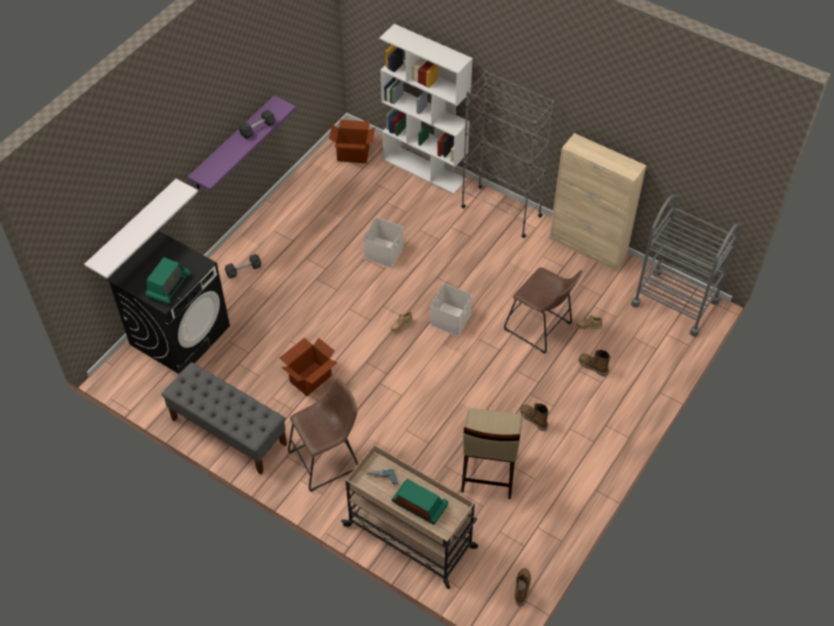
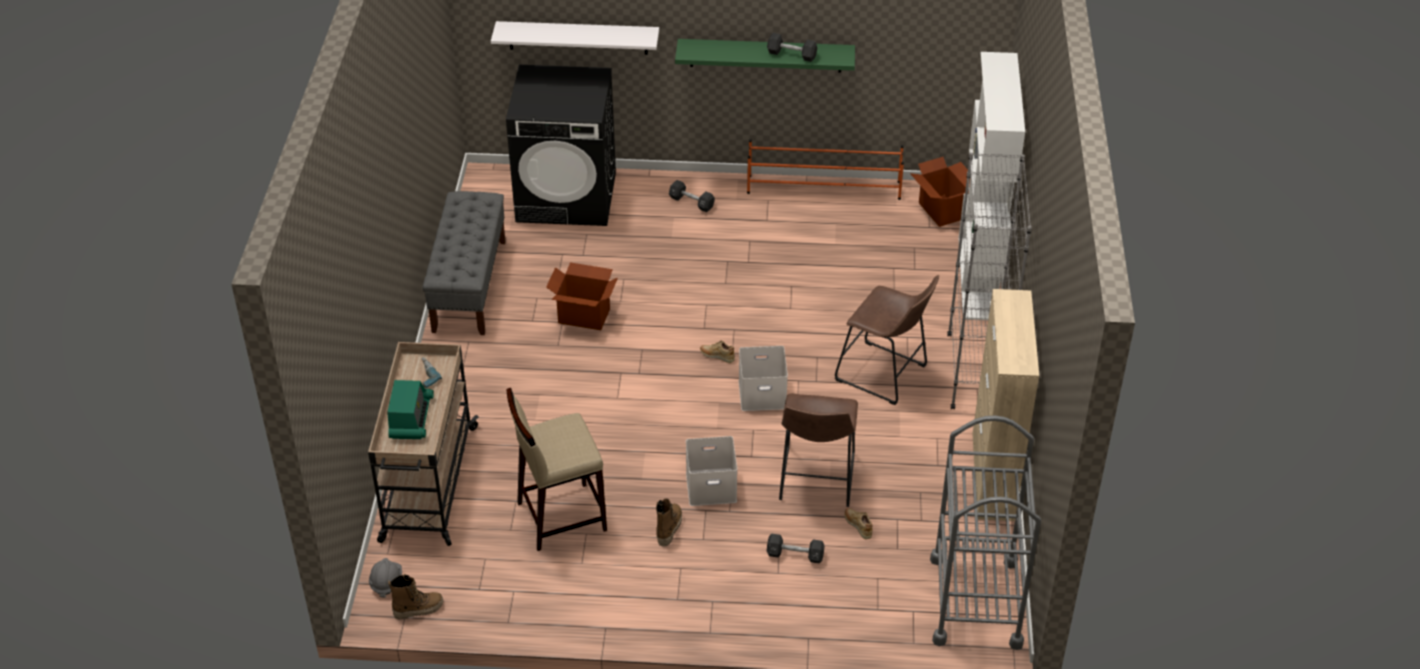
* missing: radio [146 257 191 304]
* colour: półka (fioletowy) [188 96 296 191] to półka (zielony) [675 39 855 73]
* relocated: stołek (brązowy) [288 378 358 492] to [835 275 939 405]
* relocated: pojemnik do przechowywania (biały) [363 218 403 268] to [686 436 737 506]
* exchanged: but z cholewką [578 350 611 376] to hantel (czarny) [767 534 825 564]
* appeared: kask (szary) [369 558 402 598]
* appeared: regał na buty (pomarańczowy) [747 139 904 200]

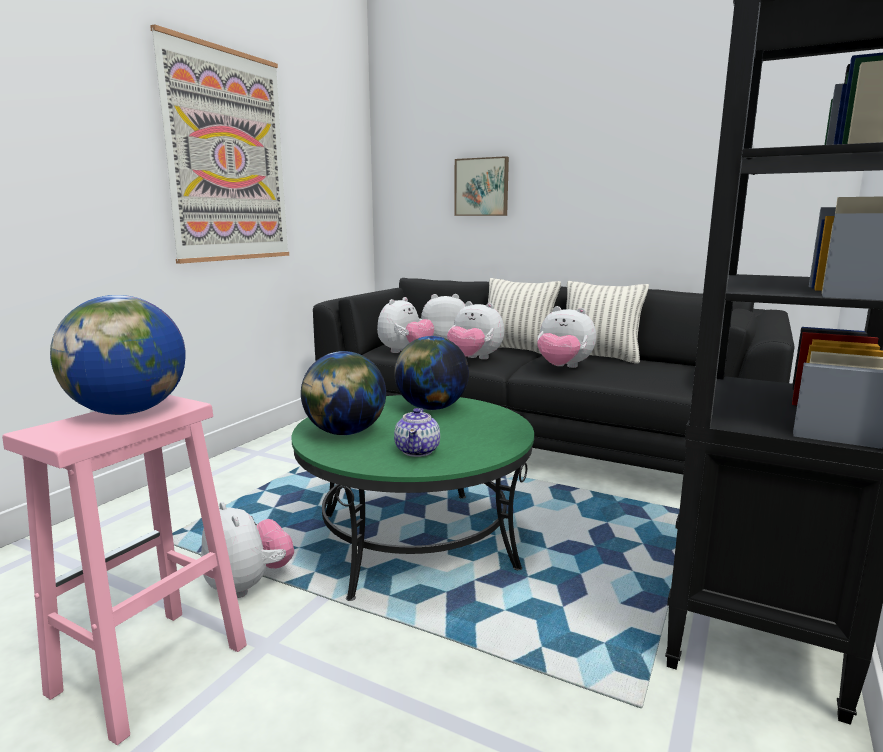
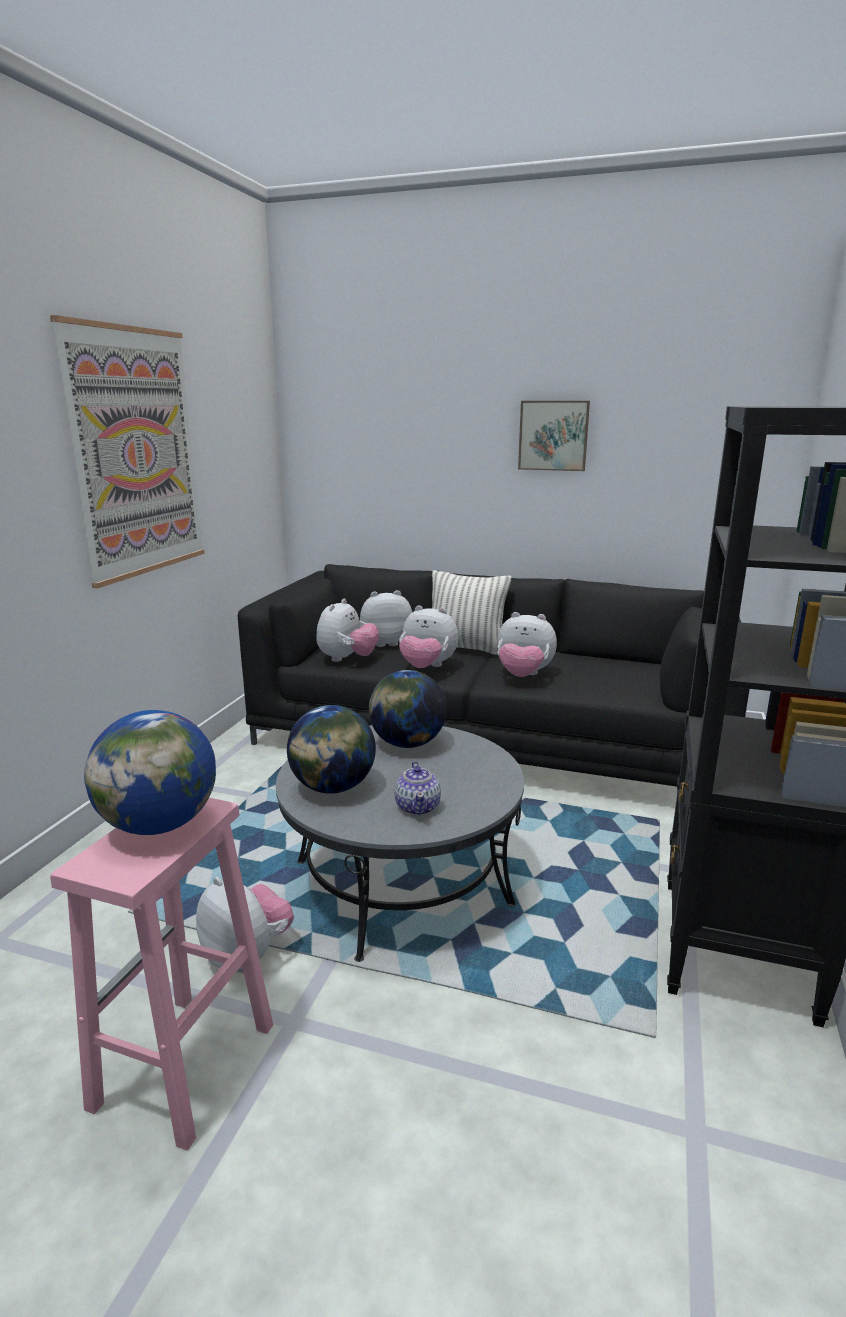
* colour: ława (zielony) [291 395 534 601] to ława (szary) [276 725 524 962]
* relocated: obraz [454 156 509 216] to [518 401 590 471]
* missing: poduszka [566 281 649 364]

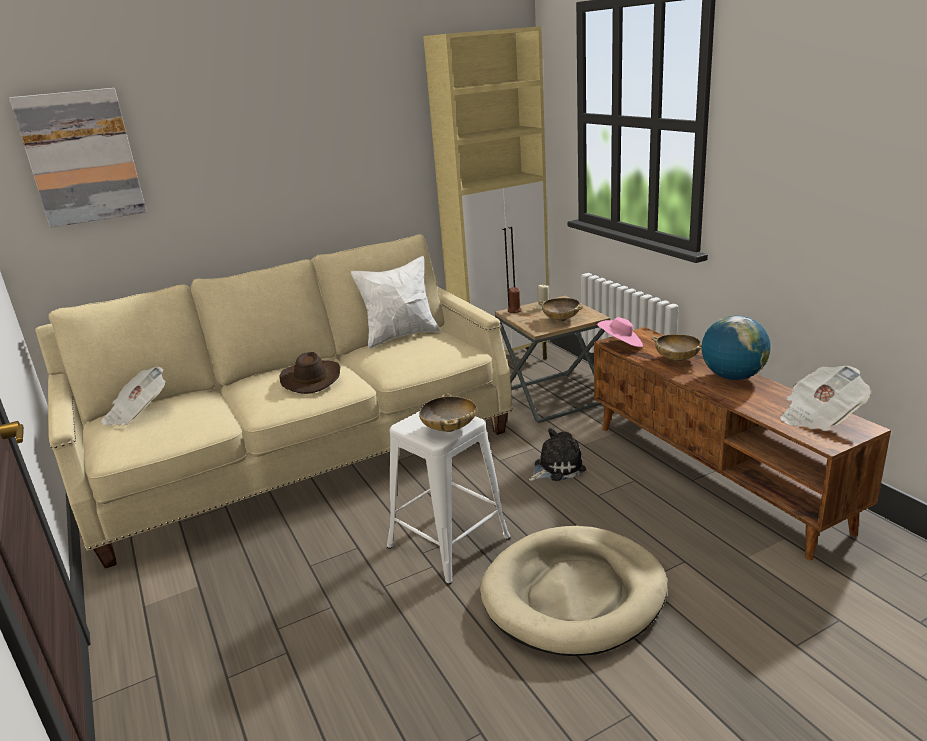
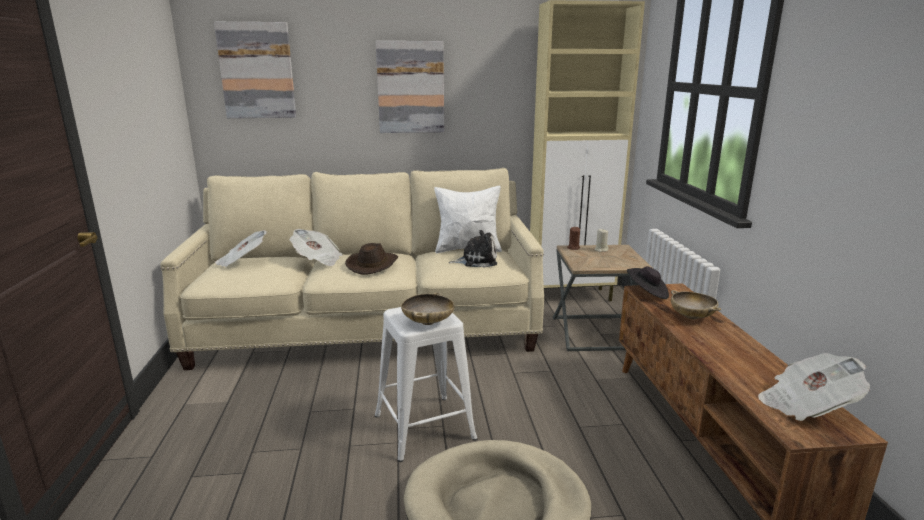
* relocated: pluszak [529 428 586 481] to [449 230 497 268]
* missing: miska (beżowy) [539 298 583 321]
* colour: kapelusz (różowy) [597 317 643 347] to kapelusz (czarny) [627 266 669 299]
* missing: globus [701 315 771 380]
* appeared: gazeta [290 229 343 266]
* appeared: obraz [376 41 444 133]

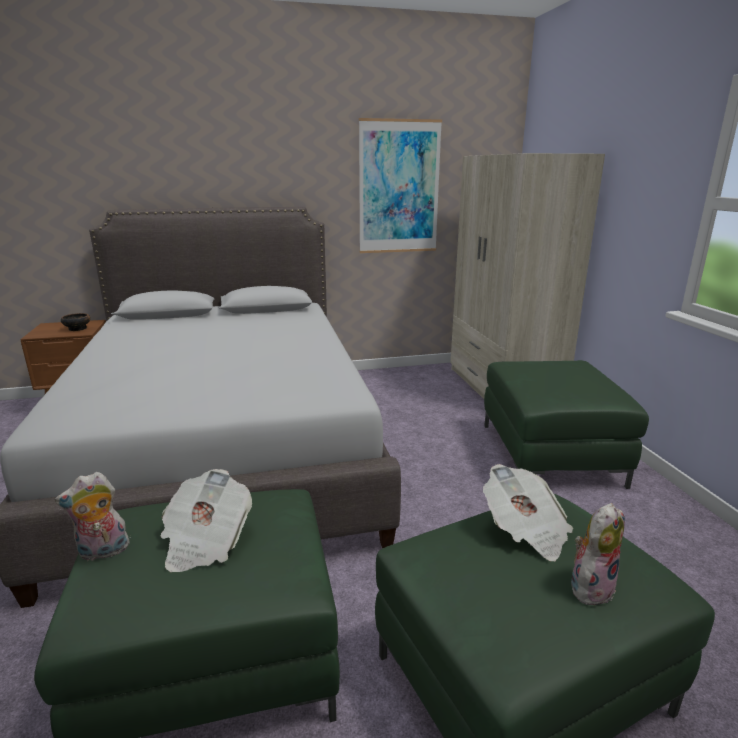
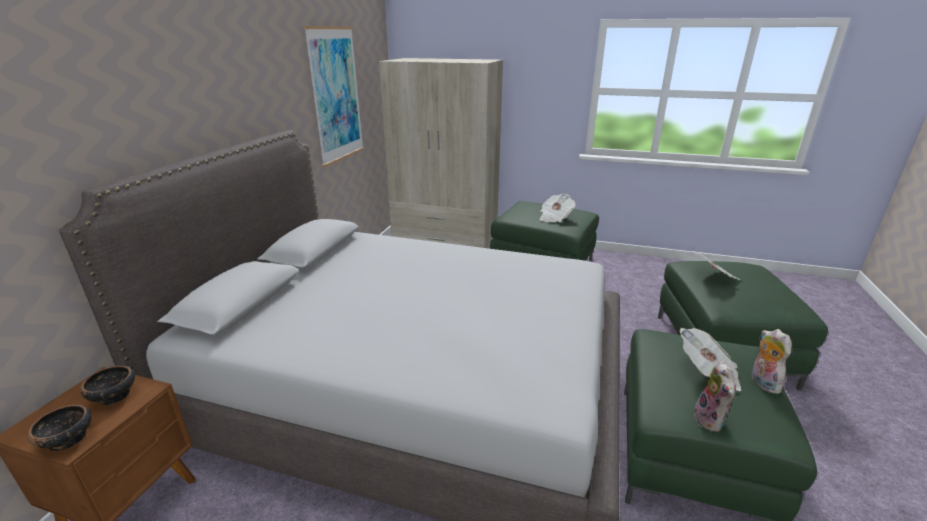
* relocated: pluszak [569 503 625 605] to [752 329 792 394]
* appeared: miska [27 405 92 452]
* appeared: gazeta [540 194 575 222]

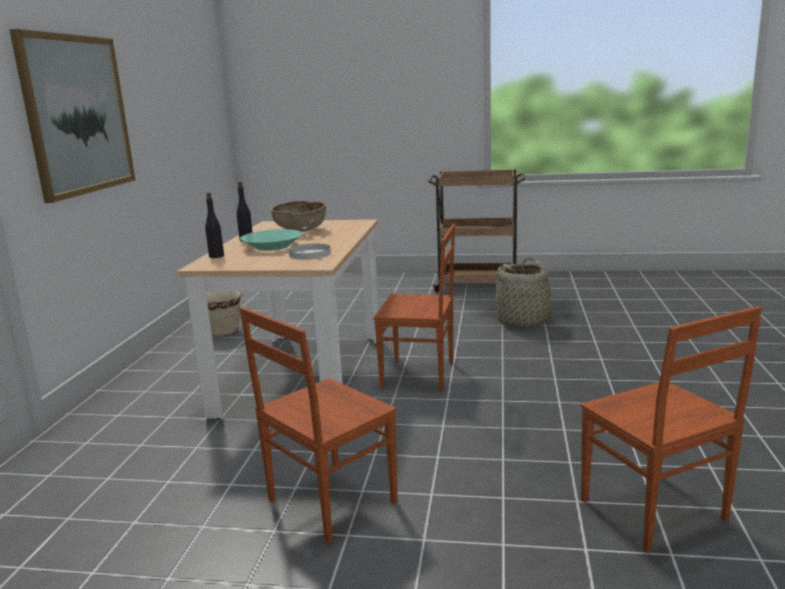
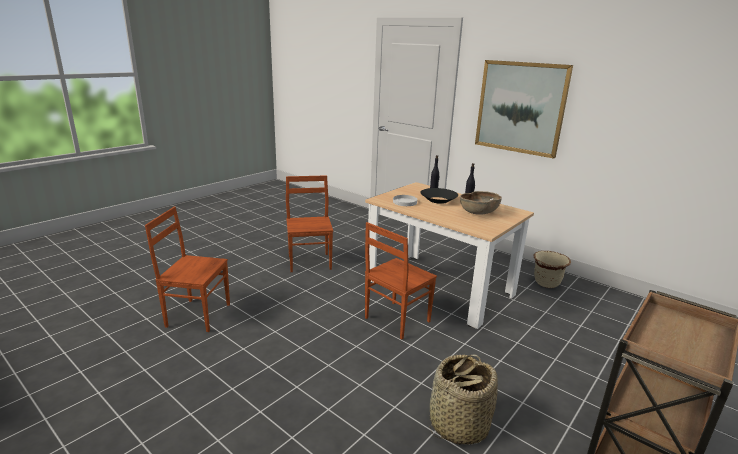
* colour: miska (turkusowy) [240 229 302 251] to miska (czarny) [420 188 458 204]

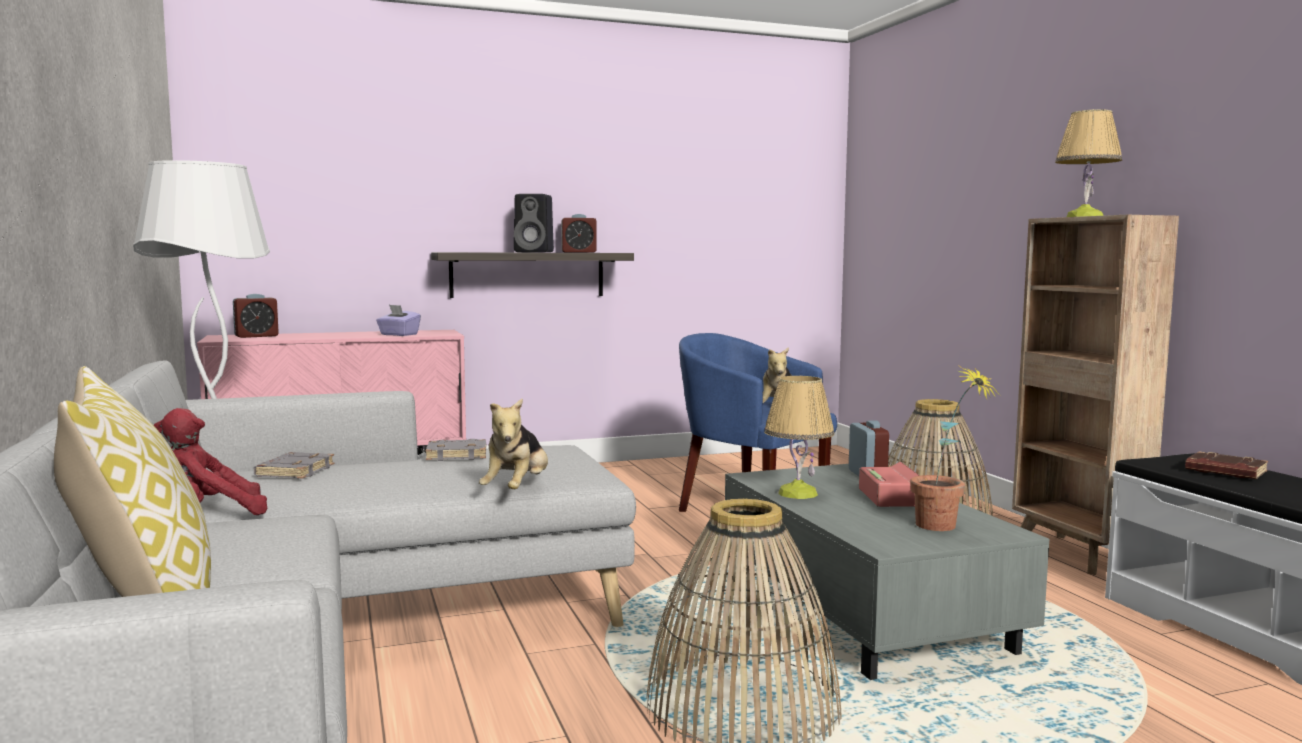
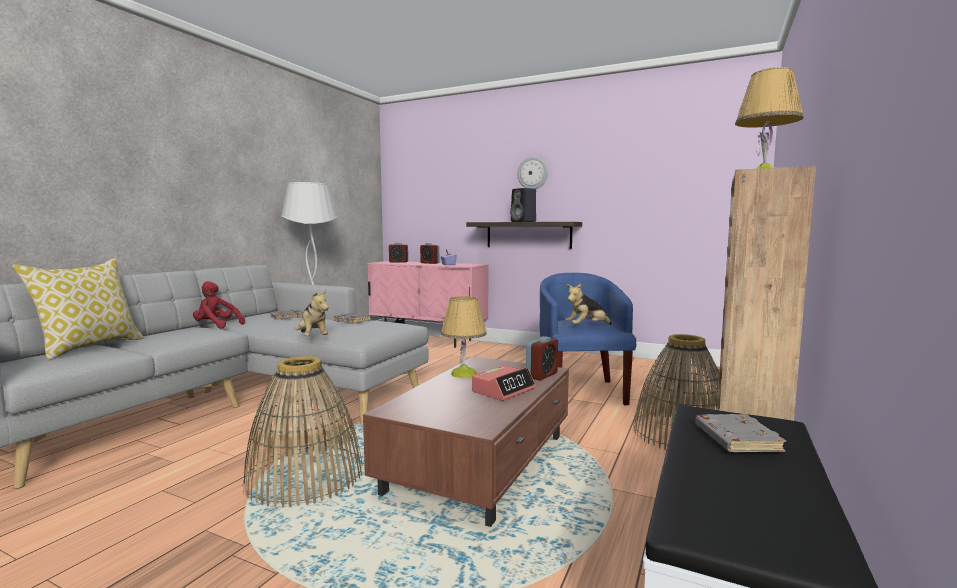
* spun: pluszak [479 398 548 489] = [294 290 329 336] 90 degrees counterclockwise
* relocated: budzik [561 214 597 253] to [420 243 439 264]
* colour: ława (szary) [725 464 1049 680] to ława (brązowy) [363 357 569 527]
* missing: roślina doniczkowa [910 365 1000 531]
* colour: książka (brązowy) [1185 451 1268 479] to książka (szary) [695 414 786 452]
* appeared: zegar ścienny [517 157 548 189]

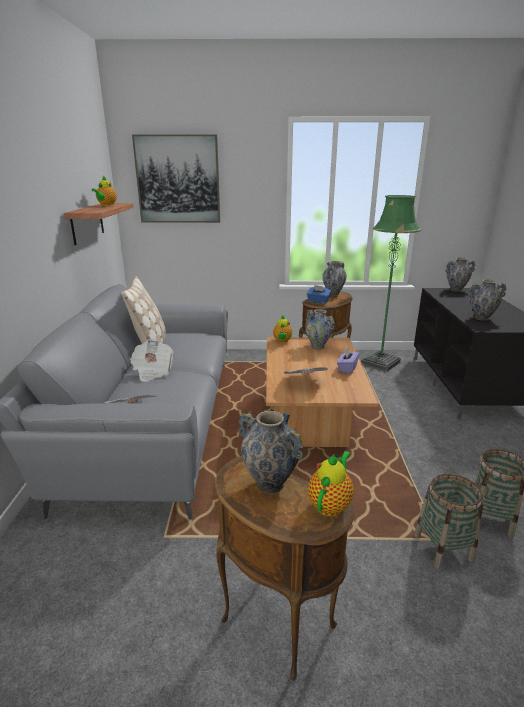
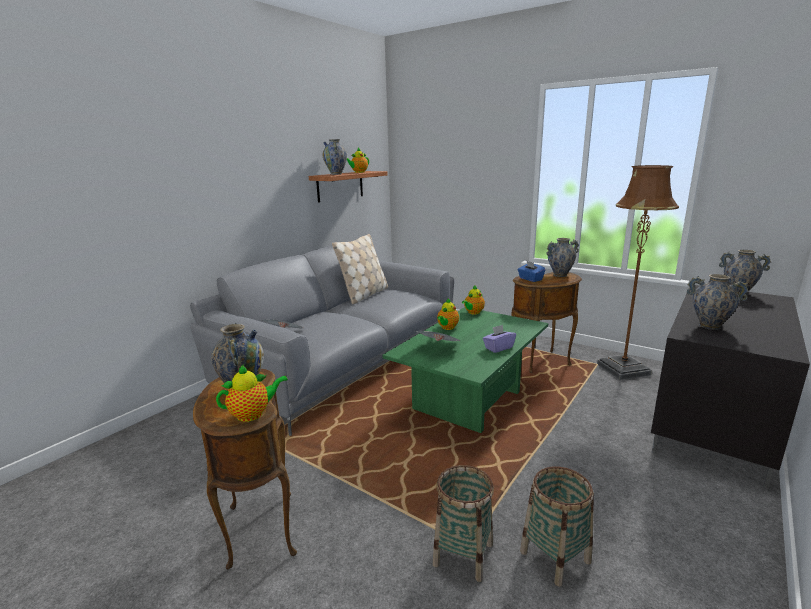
* missing: gazeta [130 339 174 382]
* missing: obraz [132 134 220 223]
* colour: ława (brązowy) [266 337 379 447] to ława (zielony) [383 307 548 433]
* relocated: wazon [305 309 335 349] to [323 139 347 175]
* colour: lampa stojąca (zielony) [361 195 421 372] to lampa stojąca (brązowy) [597 165 679 380]
* appeared: imbryk [437 298 459 330]

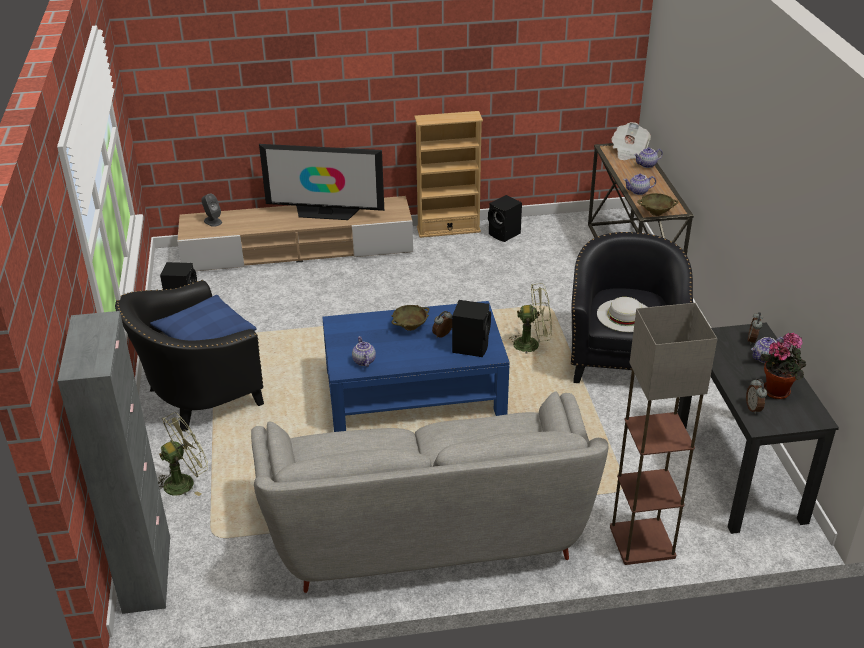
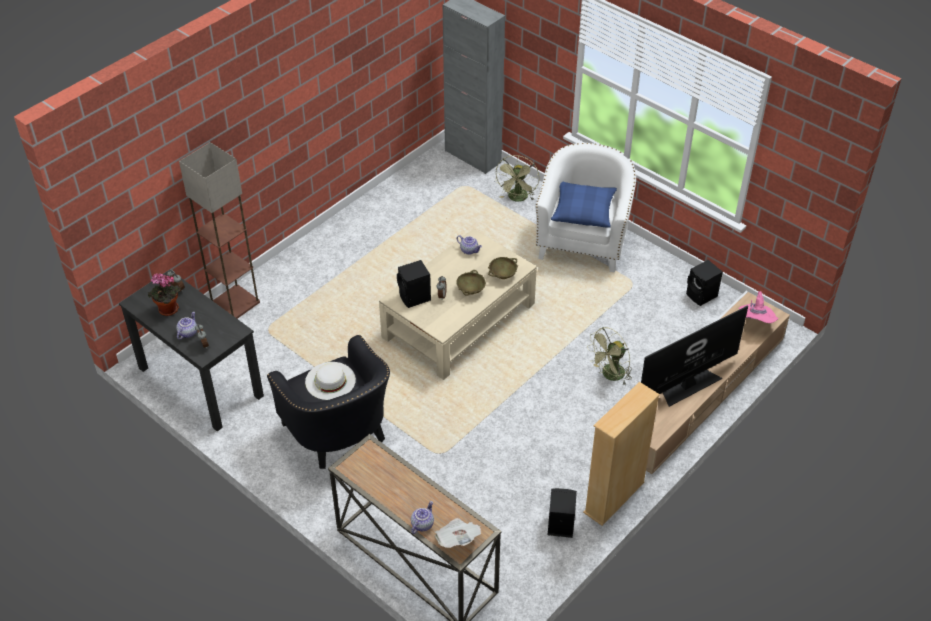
* colour: fotel (czarny) [115 280 264 432] to fotel (biały) [535 143 636 272]
* exchanged: głośnik (szary) [201 194 222 227] to kapelusz (różowy) [738 291 778 323]
* missing: kanapa (szary) [251 391 609 593]
* colour: ława (niebieski) [322 301 510 432] to ława (beżowy) [379 229 537 380]
* relocated: wentylator (zielony) [509 283 552 354] to [587 327 632 384]
* missing: imbryk [624 174 656 195]
* relocated: miska (beżowy) [637 193 679 216] to [488 257 518 279]

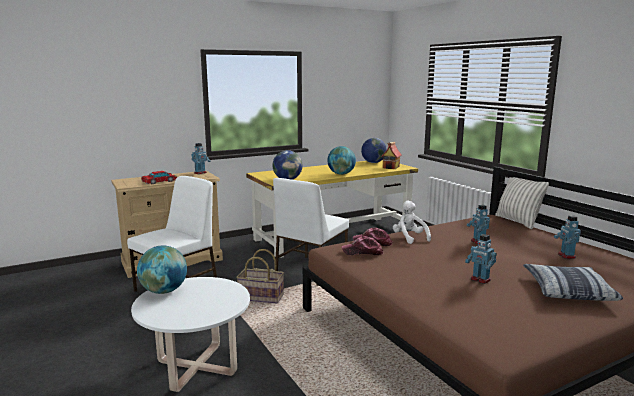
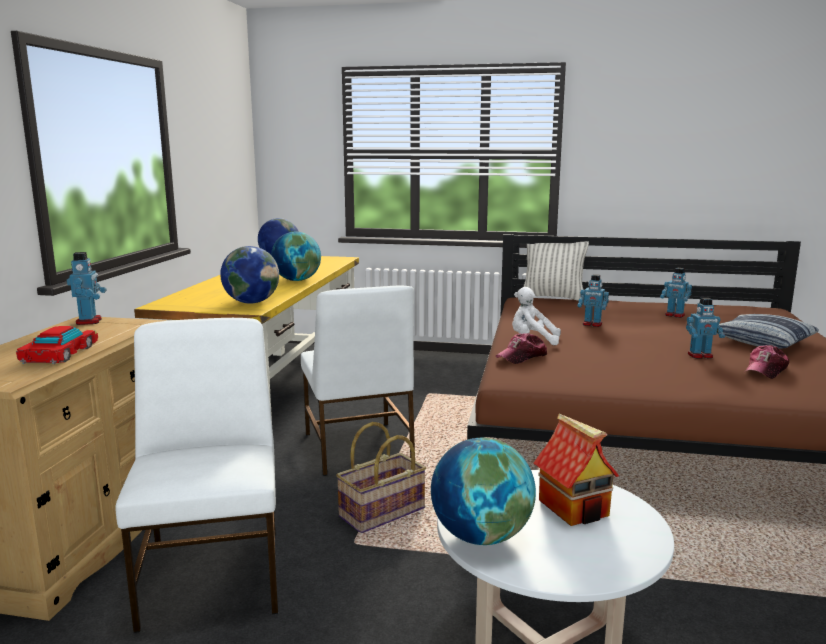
* relocated: czapka z daszkiem [342 236 383 256] to [745 345 789 379]
* relocated: domek [381 142 402 169] to [533 414 619 526]

